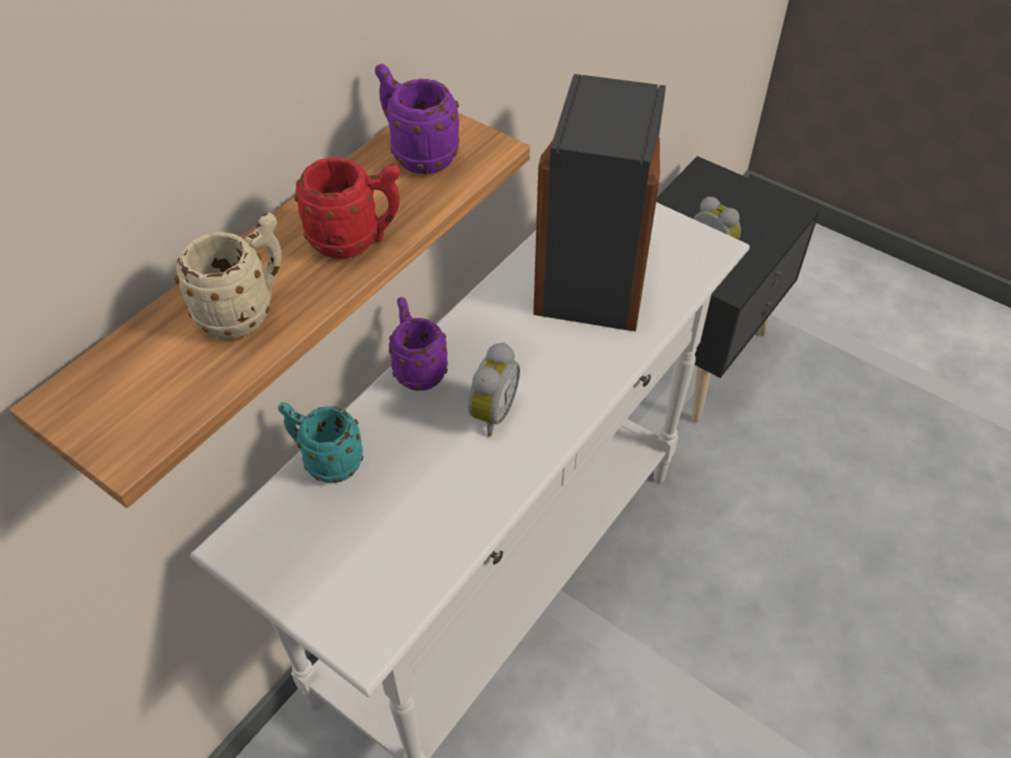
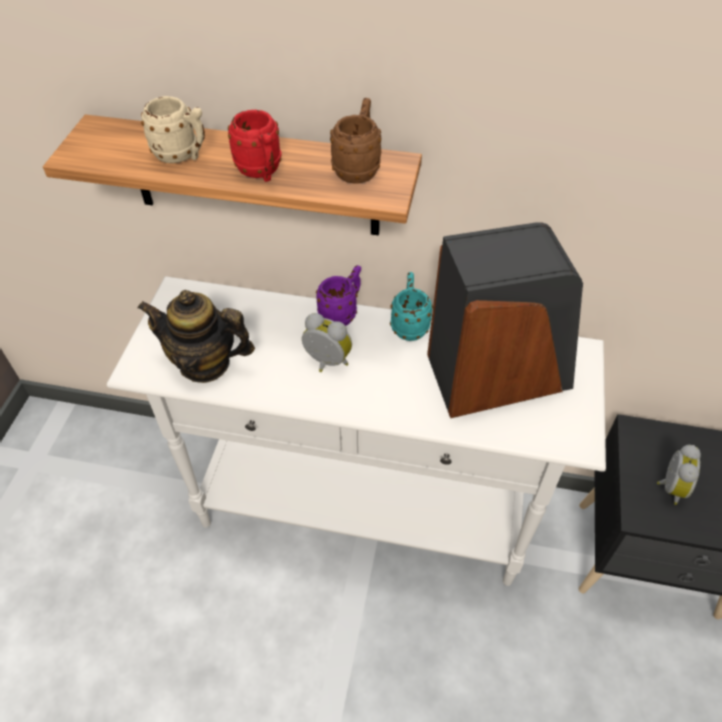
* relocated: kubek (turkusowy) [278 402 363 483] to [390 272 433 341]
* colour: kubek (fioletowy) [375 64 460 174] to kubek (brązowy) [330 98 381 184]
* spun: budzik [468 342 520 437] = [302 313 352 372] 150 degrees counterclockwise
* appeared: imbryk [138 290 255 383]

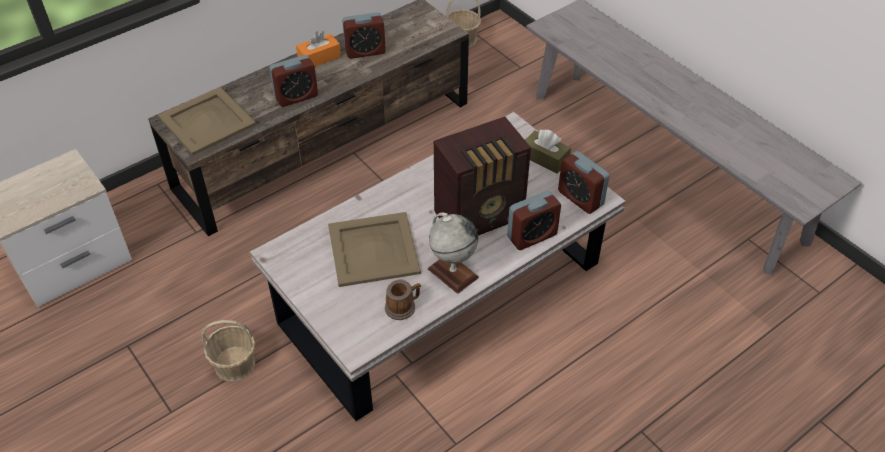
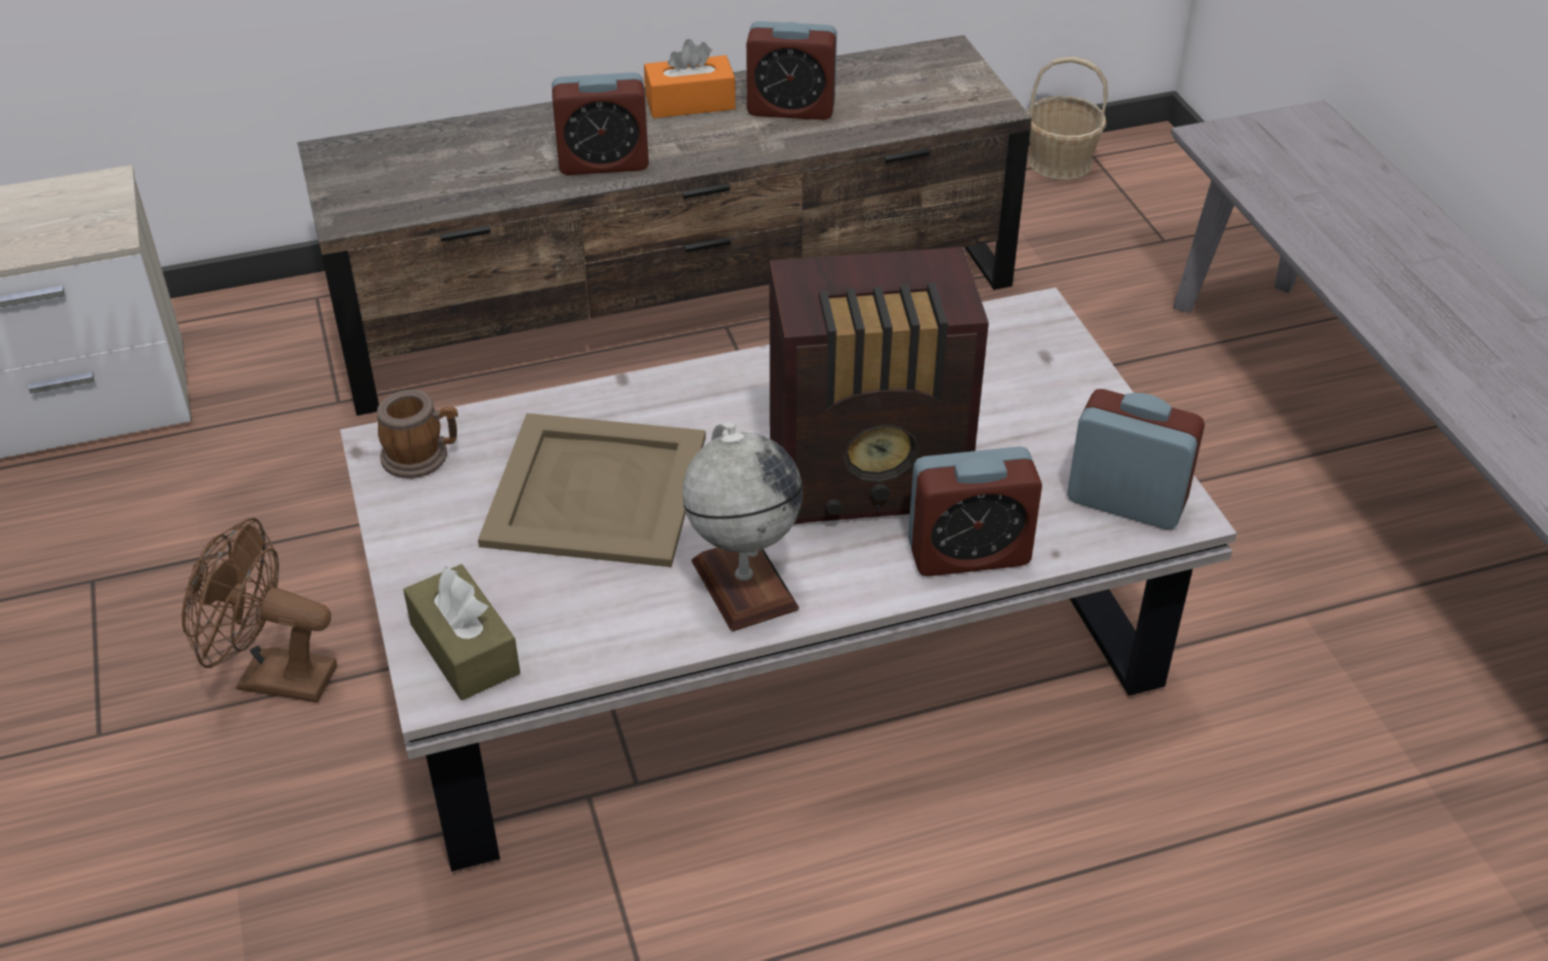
* missing: taca (beżowy) [158 87 256 155]
* exchanged: koszyk [202 320 256 382] to wentylator (brązowy) [182 518 337 703]
* relocated: kubek [385 280 421 320] to [377 390 458 479]
* relocated: pudełko chusteczek (brązowy) [525 129 571 174] to [403 564 520 700]
* spun: budzik [558 151 609 214] = [1067 389 1205 529] 135 degrees clockwise

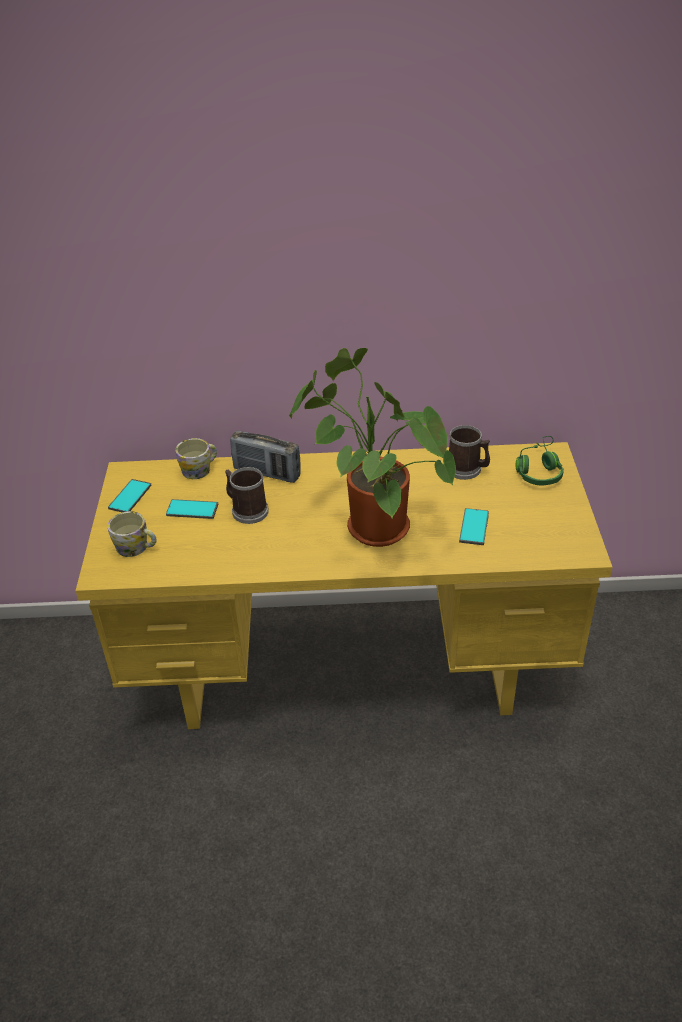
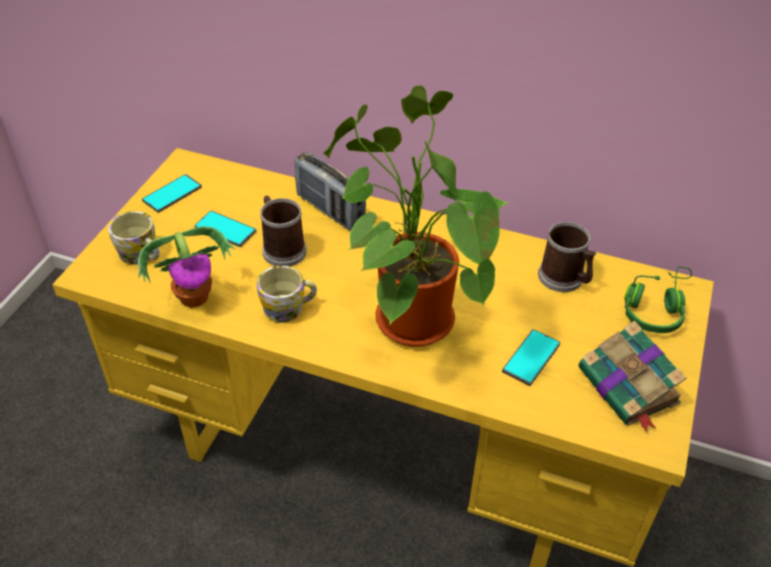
* relocated: kubek [175 438 217 479] to [257 265 317 323]
* appeared: roślina doniczkowa [138 226 235 307]
* appeared: książka [578 321 687 432]

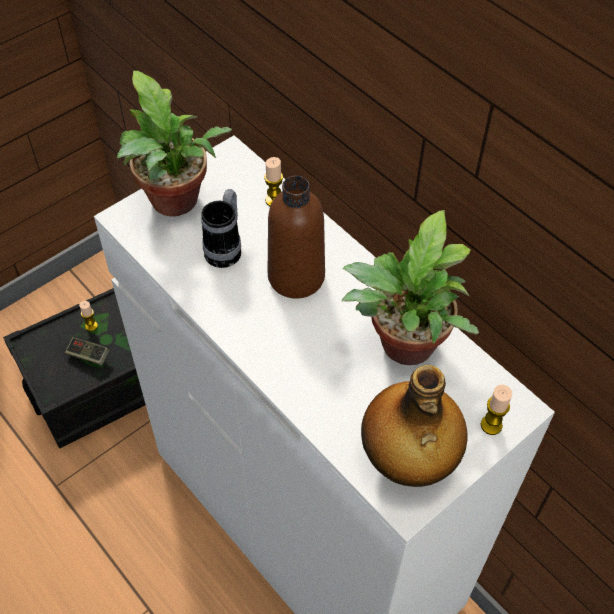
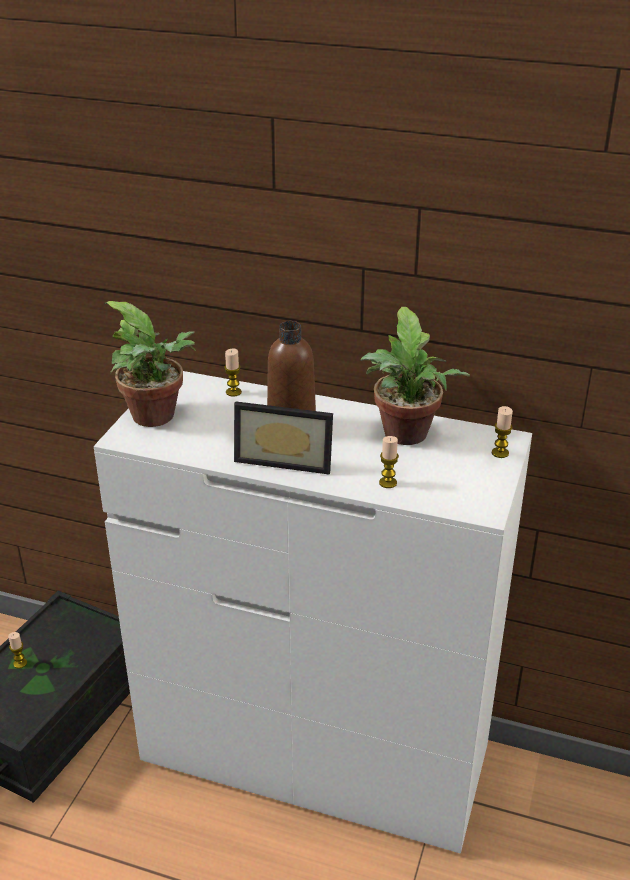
* missing: pad do gier [65 337 109 366]
* missing: kubek [201 189 241 268]
* missing: butelka [361 365 468 487]
* appeared: ramka na zdjęcie [234 401 333 474]
* appeared: świeca [379 436 399 488]

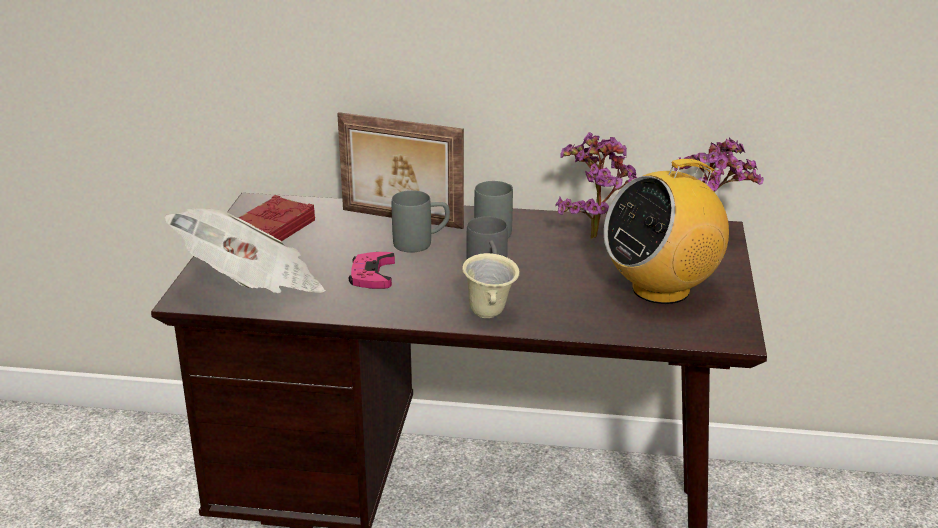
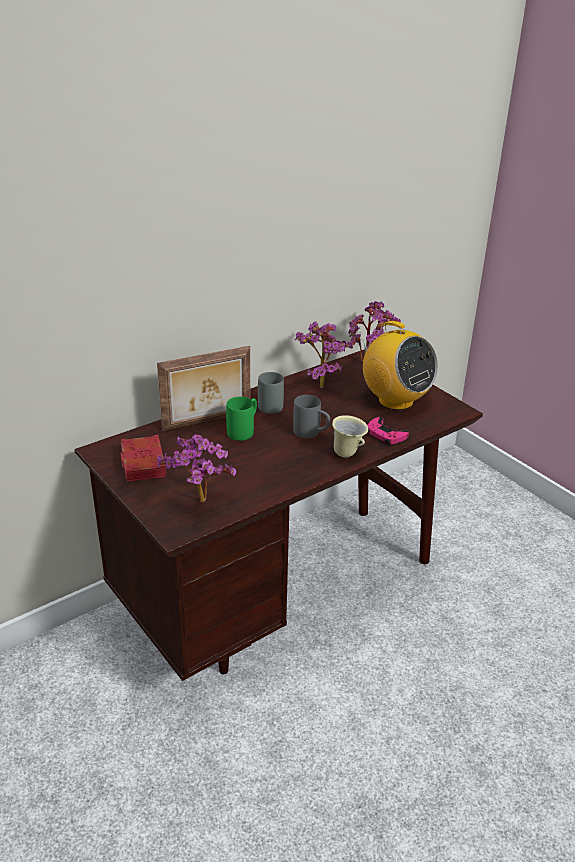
* exchanged: gazeta [165 208 326 293] to roślina doniczkowa [157 434 236 502]
* relocated: pad do gier (różowy) [349 252 395 289] to [367 417 409 445]
* colour: kubek (szary) [392 190 450 253] to kubek (zielony) [226 397 257 441]
* spun: radio [604 159 729 304] = [360 321 438 410] 60 degrees counterclockwise

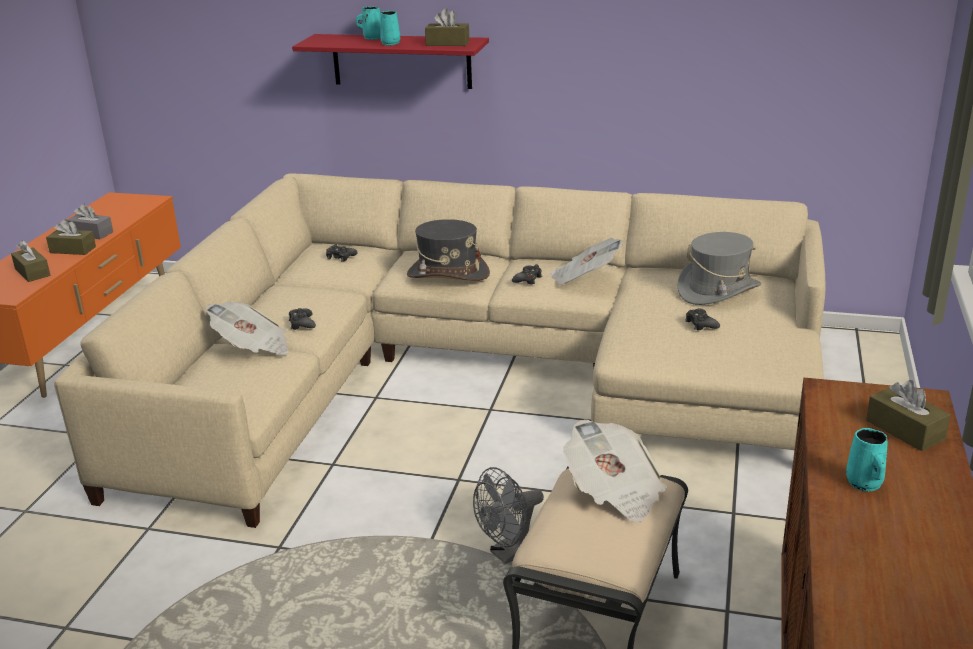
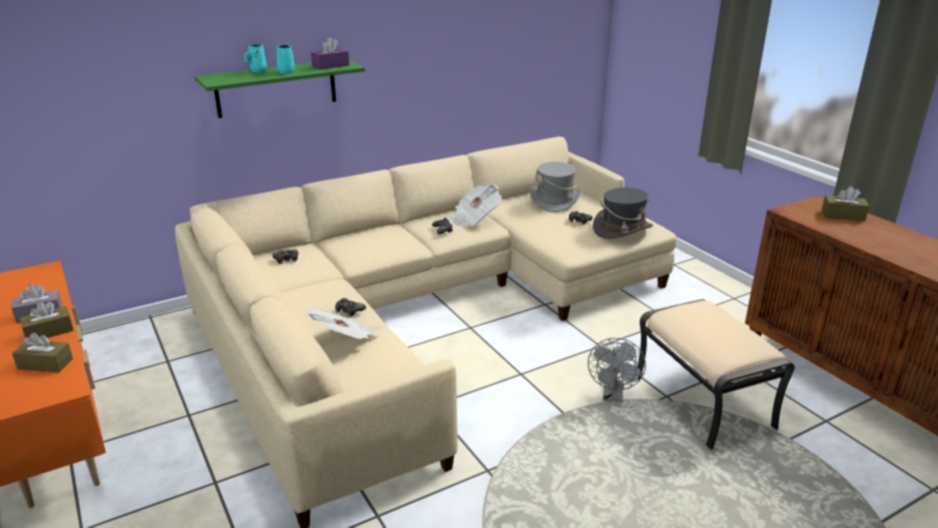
* colour: półka (czerwony) [292 34 489 89] to półka (zielony) [195 60 365 118]
* relocated: kapelusz (szary) [407 219 490 281] to [593 187 653 239]
* colour: pudełko chusteczek (brązowy) [425 8 469 46] to pudełko chusteczek (fioletowy) [311 37 349 70]
* missing: gazeta [563 419 666 522]
* missing: kubek (turkusowy) [846 428 888 492]

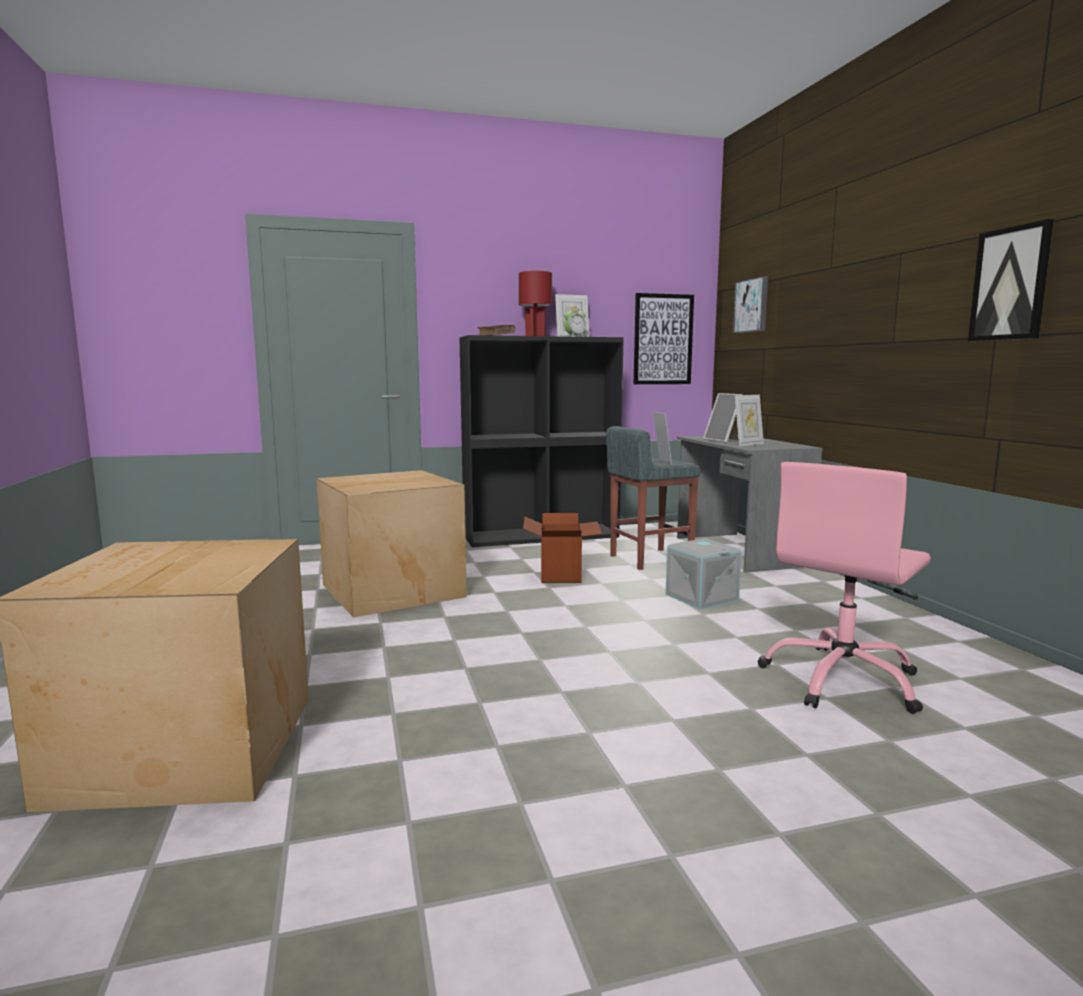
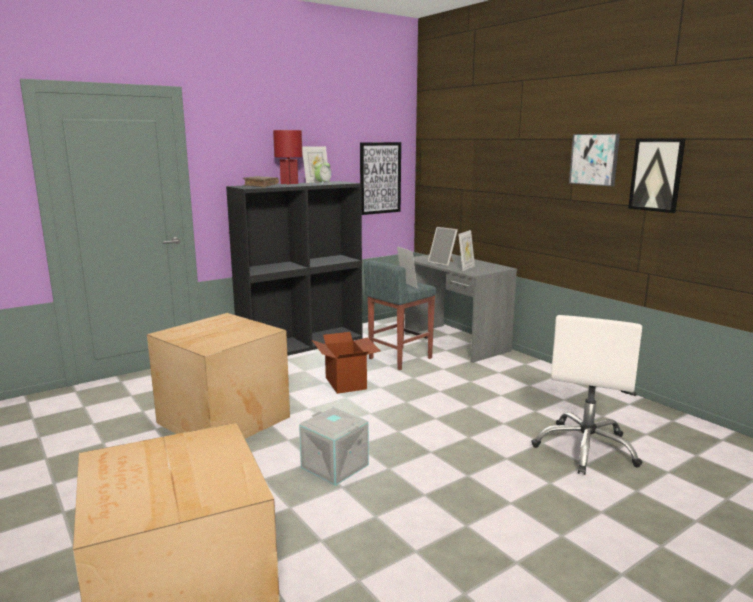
* relocated: pojemnik do przechowywania (szary) [665 539 742 610] to [299 407 369 486]
* relocated: obraz [733 276 768 333] to [569 134 620 186]
* colour: krzesło biurowe (różowy) [758 462 931 714] to krzesło biurowe (biały) [531 315 643 475]

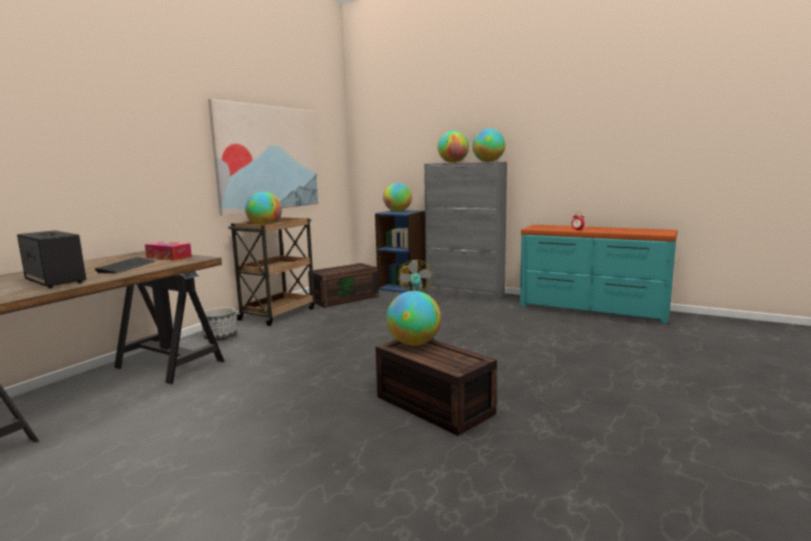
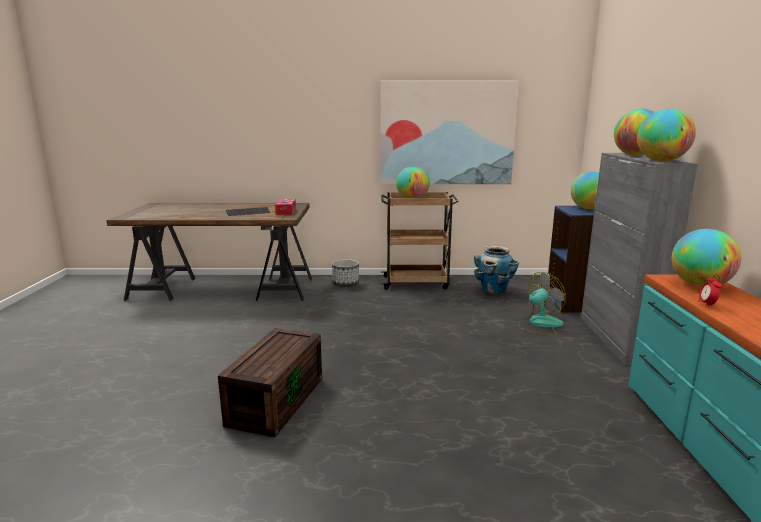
* missing: głośnik [17 230 86 288]
* exchanged: pojemnik do przechowywania (brązowy) [308 263 379 308] to donica [474 245 519 295]
* relocated: globus [387 291 441 346] to [672 229 741 287]

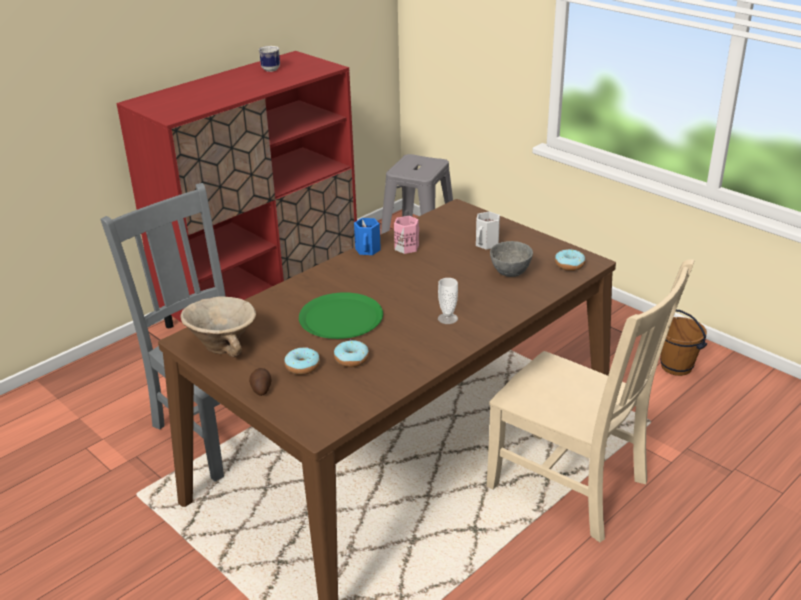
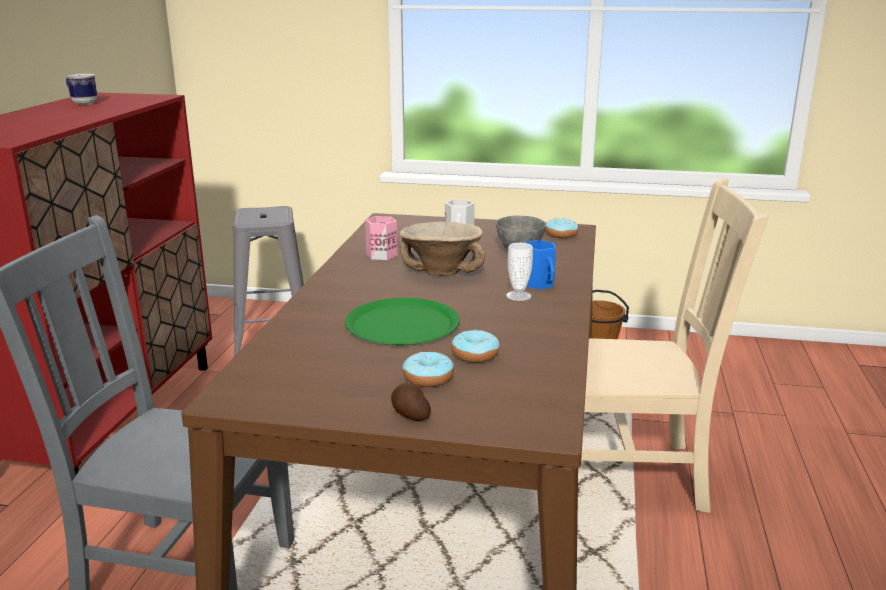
* relocated: miska (beżowy) [180 296 256 357] to [399 222 485 276]
* relocated: kubek (niebieski) [354 218 381 255] to [524 240 556 290]

